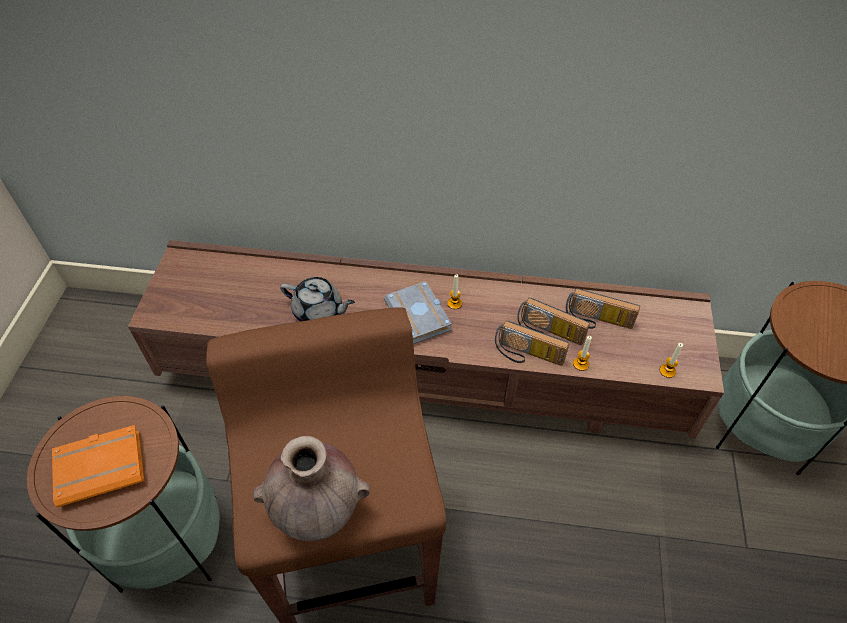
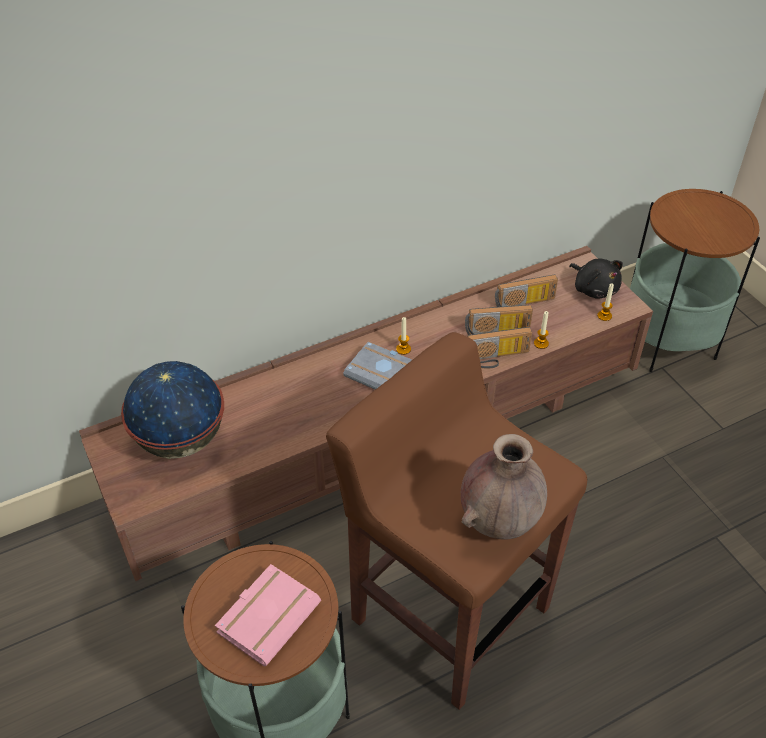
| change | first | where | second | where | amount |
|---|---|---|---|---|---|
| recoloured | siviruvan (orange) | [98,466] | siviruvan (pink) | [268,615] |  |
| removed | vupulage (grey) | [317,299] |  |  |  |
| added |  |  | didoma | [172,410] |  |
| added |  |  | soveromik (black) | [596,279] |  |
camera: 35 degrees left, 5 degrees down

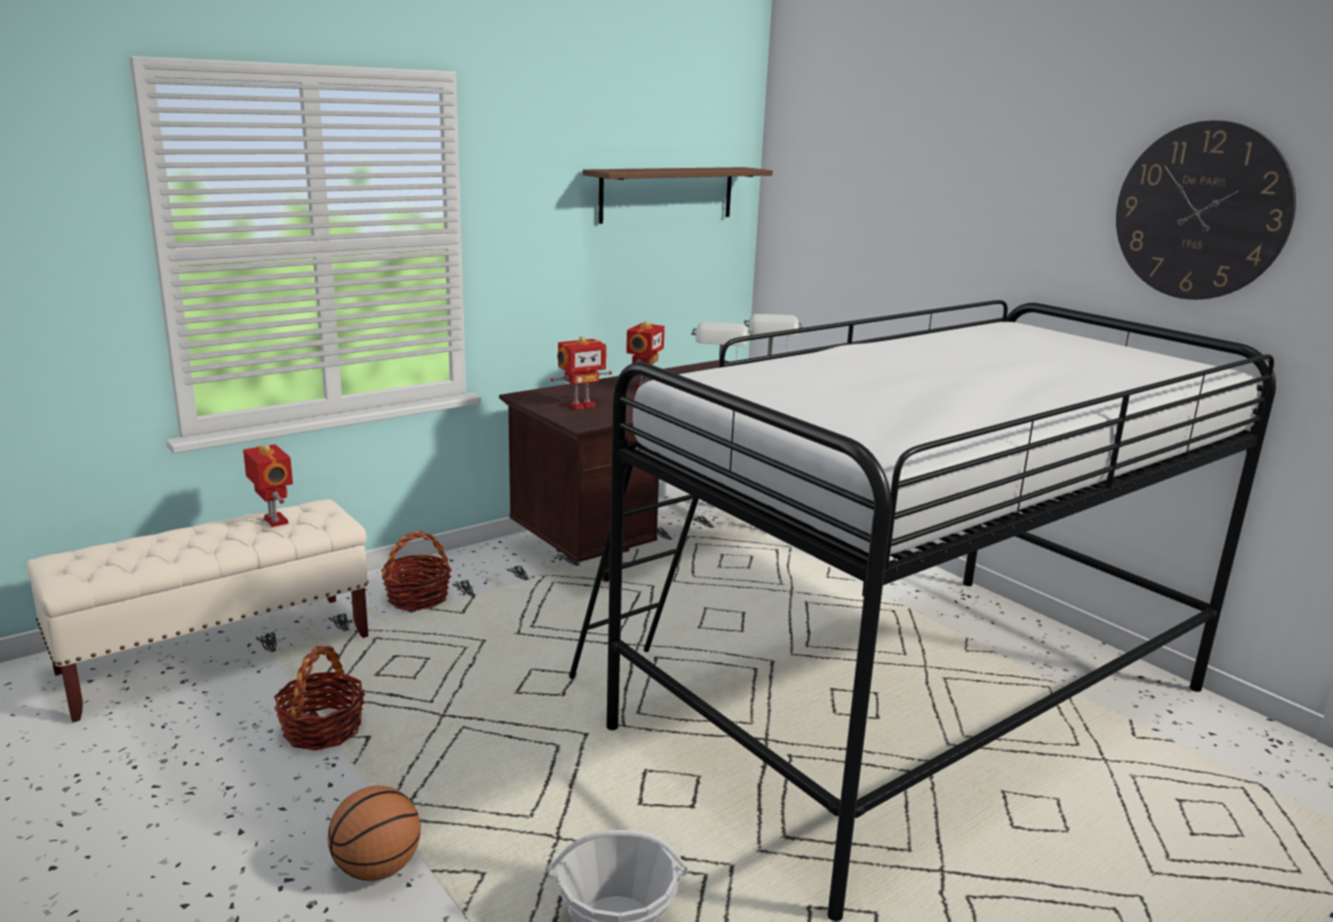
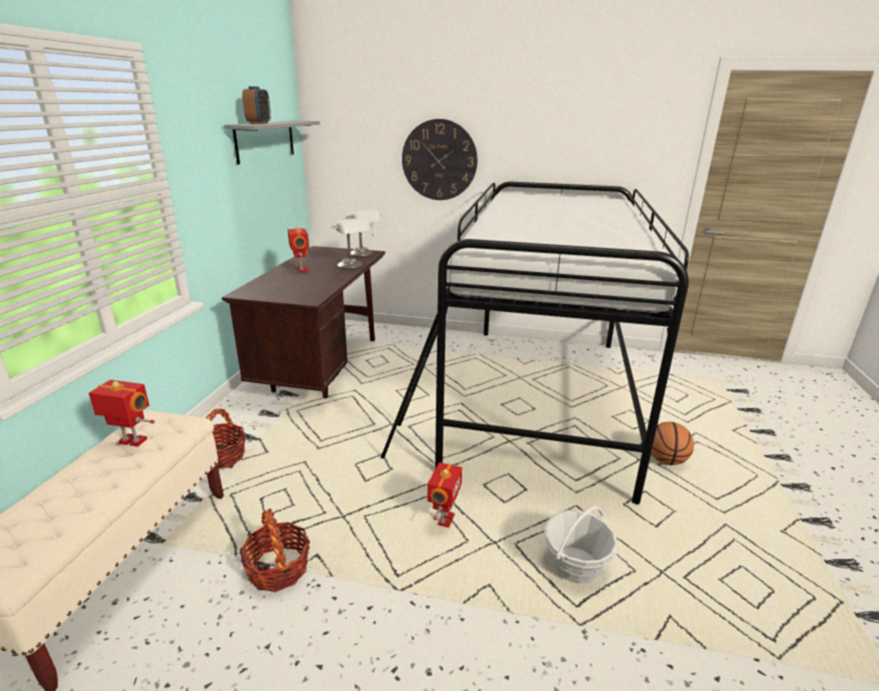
| change | first | where | second | where | amount |
|---|---|---|---|---|---|
| moved | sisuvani | [374,833] |  | [672,443] |  |
| moved | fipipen | [581,372] |  | [444,495] |  |
| recoloured | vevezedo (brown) | [678,195] | vevezedo (grey) | [272,142] |  |
| moved | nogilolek | [1206,210] |  | [440,159] |  |
| added |  |  | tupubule | [256,105] |  |
camera: 40 degrees left, 5 degrees up

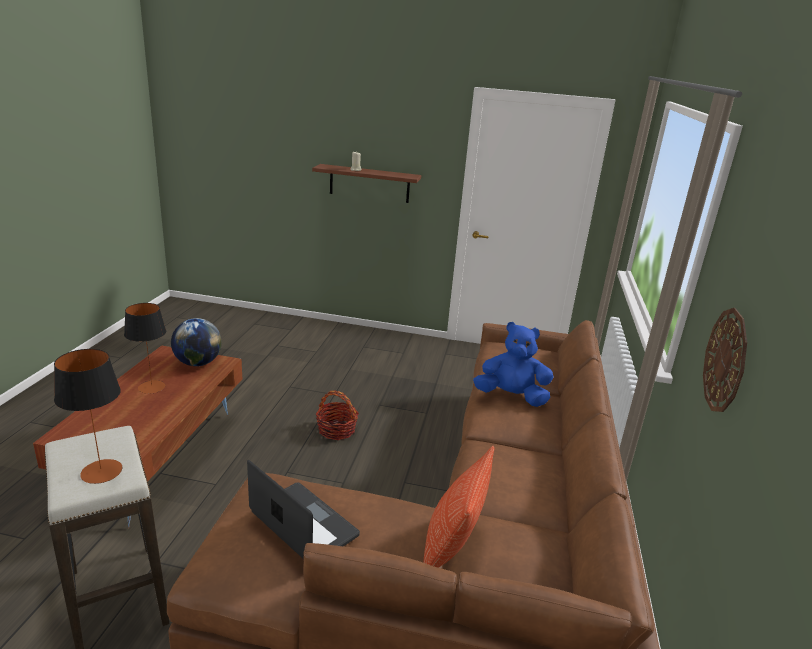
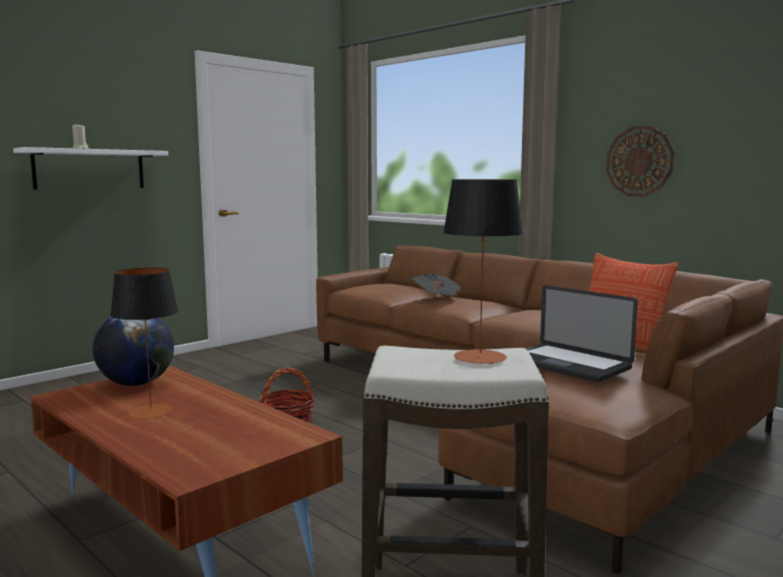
| change | first | where | second | where | amount |
|---|---|---|---|---|---|
| turned | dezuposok | [303,509] |  | [581,333] | 120 degrees counterclockwise |
| recoloured | vevezedo (brown) | [366,183] | vevezedo (white) | [90,168] |  |
| replaced | soveromik (blue) | [513,364] | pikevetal | [436,285] |  |
camera: 55 degrees left, 15 degrees down

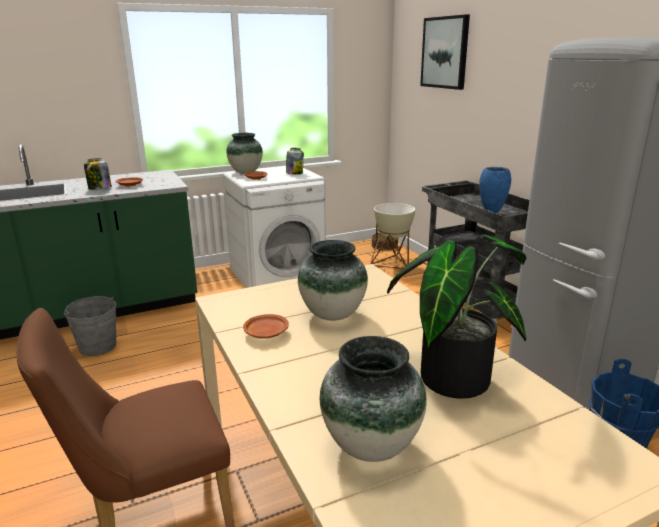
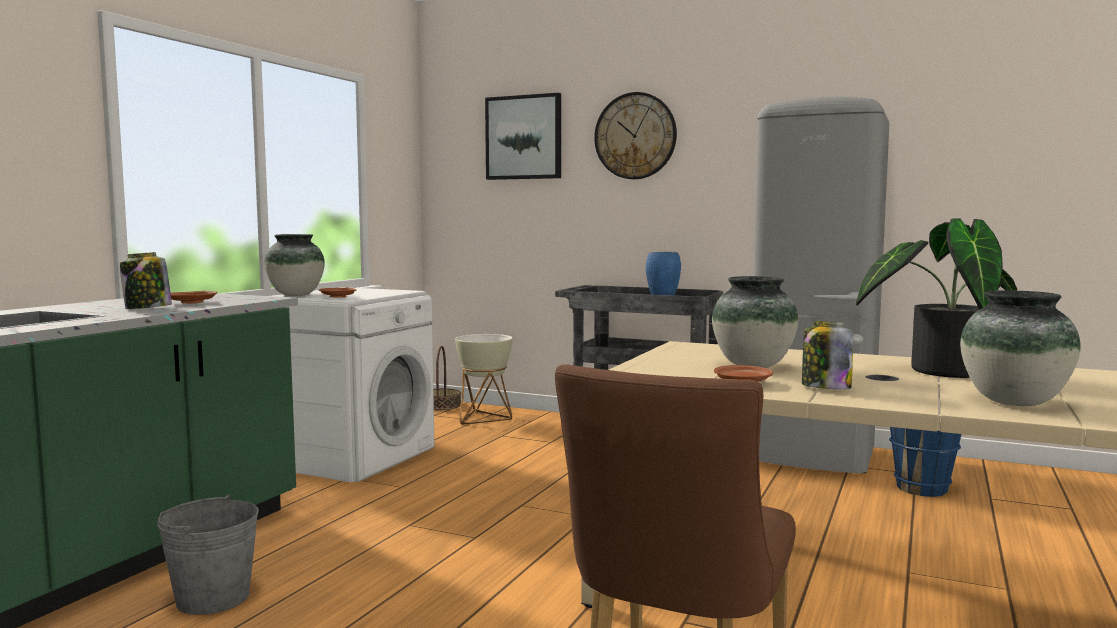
| change | first | where | second | where | amount |
|---|---|---|---|---|---|
| moved | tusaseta | [295,161] |  | [827,355] |  |
| added |  |  | nogilolek | [635,135] |  |
camera: 40 degrees left, 15 degrees down

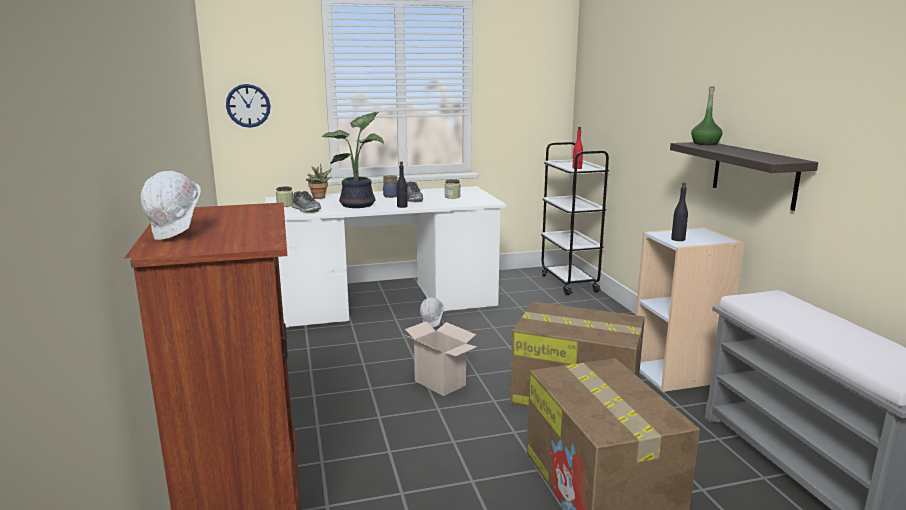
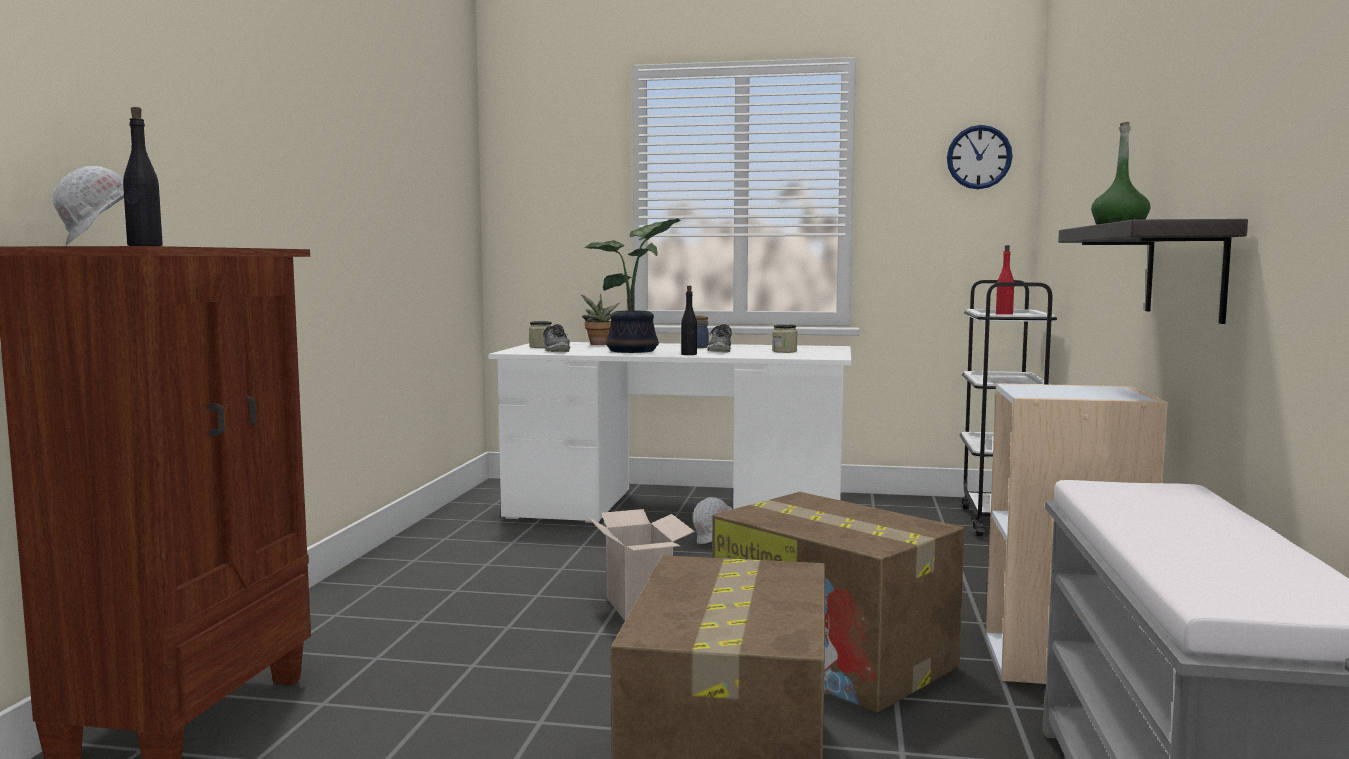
| change | first | where | second | where | amount |
|---|---|---|---|---|---|
| moved | nogilolek | [248,106] |  | [980,157] |  |
| moved | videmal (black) | [679,211] |  | [143,176] |  |
camera: 25 degrees right, 10 degrees down

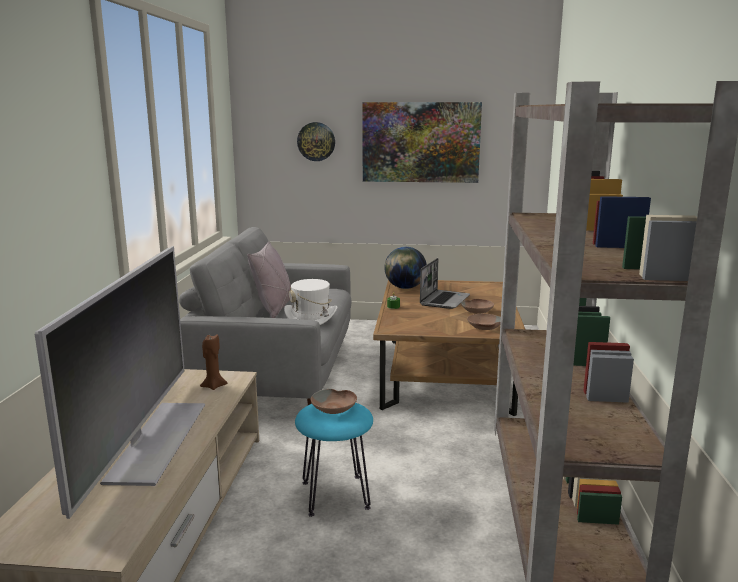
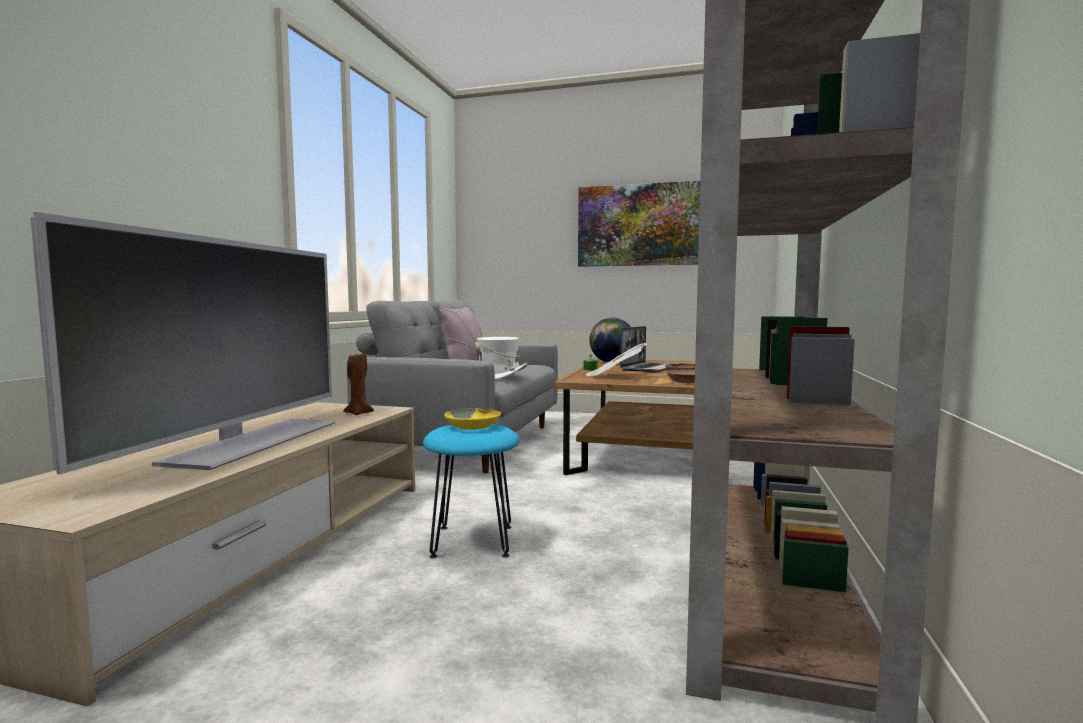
| change | first | where | second | where | amount |
|---|---|---|---|---|---|
| removed | nogilolek | [316,141] |  |  |  |
| recoloured | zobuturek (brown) | [334,401] | zobuturek (yellow) | [473,419] |  |
| added |  |  | pikevetal | [616,359] |  |
camera: 10 degrees right, 10 degrees down

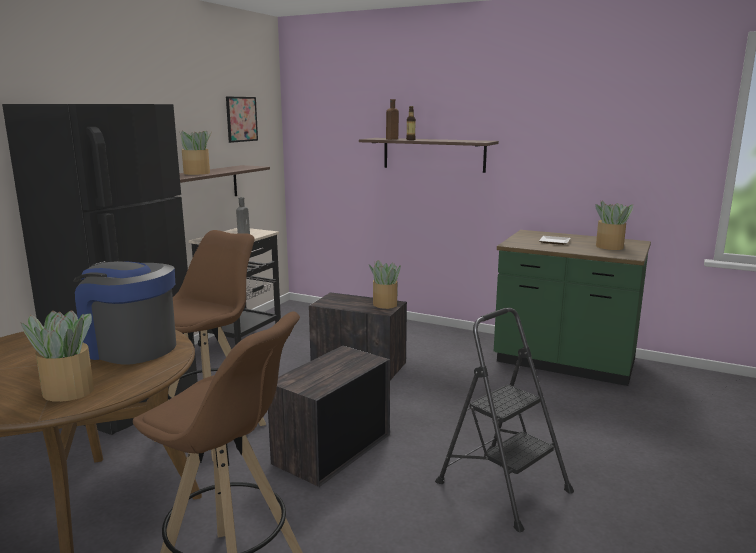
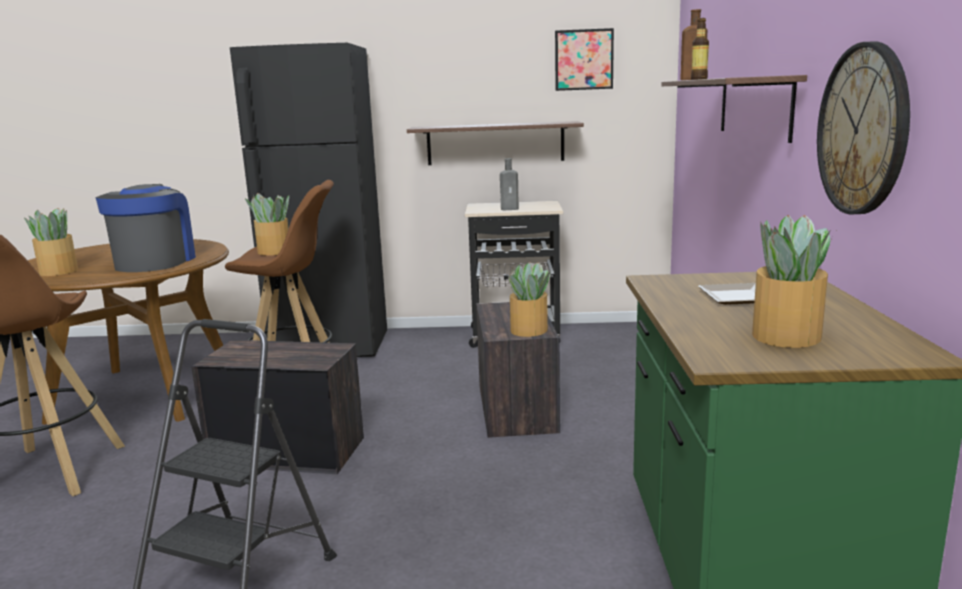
| change | first | where | second | where | amount |
|---|---|---|---|---|---|
| moved | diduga | [195,153] |  | [267,224] |  |
| added |  |  | nogilolek | [863,128] |  |
camera: 65 degrees right, 0 degrees up

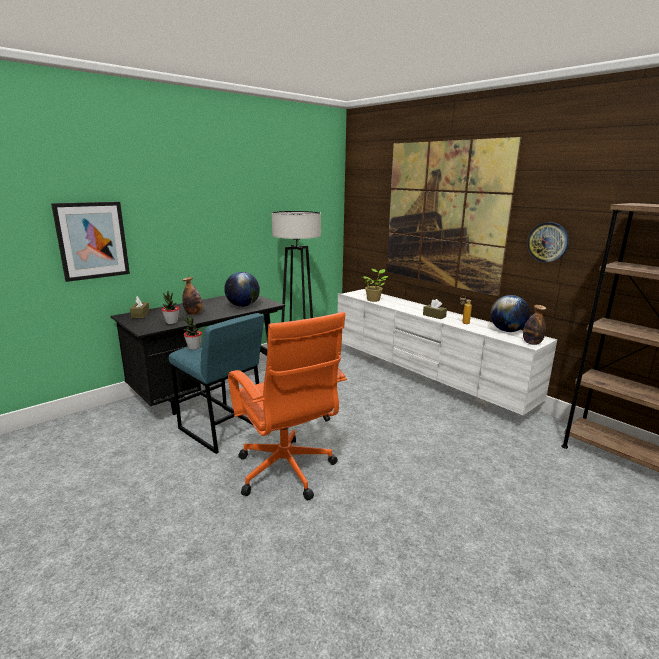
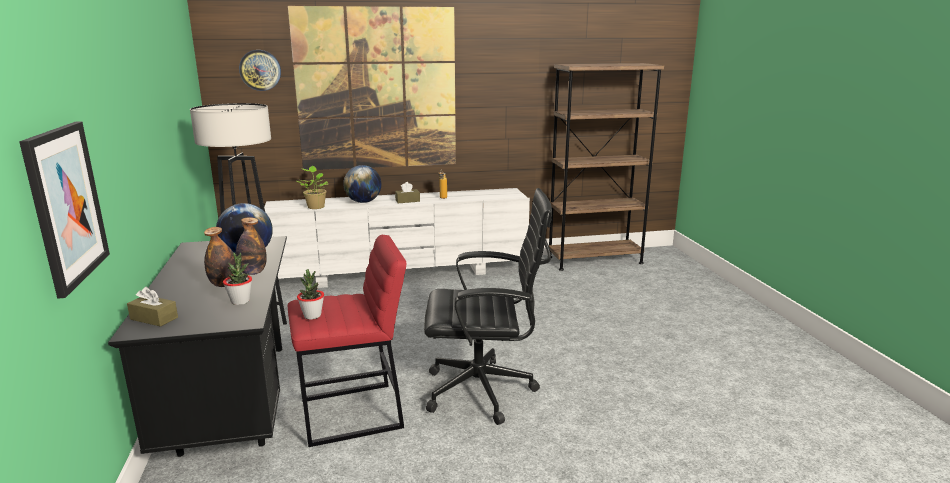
| change | first | where | second | where | amount |
|---|---|---|---|---|---|
| recoloured | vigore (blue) | [216,383] | vigore (red) | [347,341] |  |
| recoloured | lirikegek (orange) | [287,406] | lirikegek (black) | [488,306] |  |
| moved | didoma | [510,313] |  | [362,184] |  |
| moved | videmal | [534,325] |  | [251,246] |  |
| moved | nogilolek | [548,242] |  | [260,70] |  |
camera: 60 degrees left, 0 degrees up

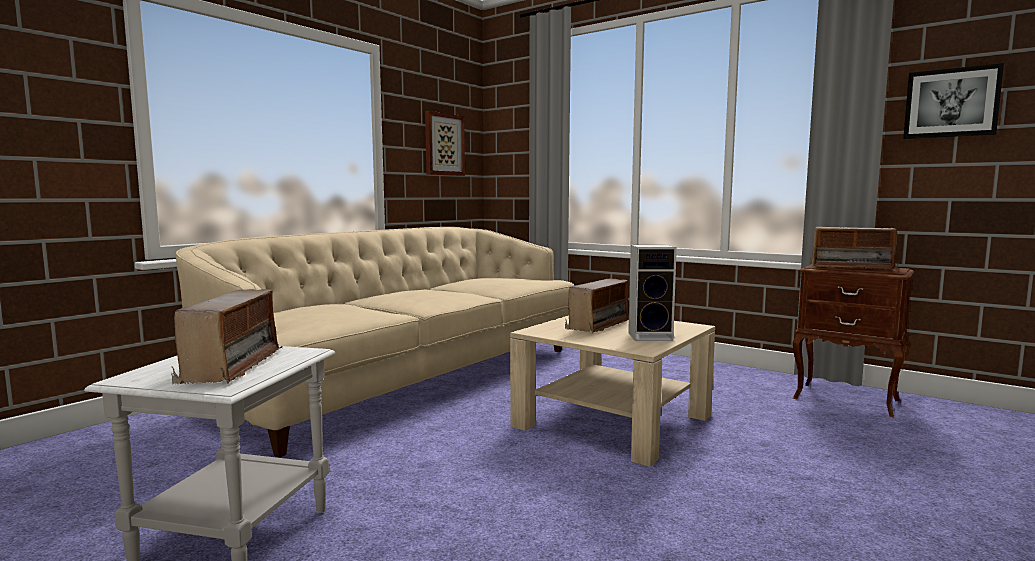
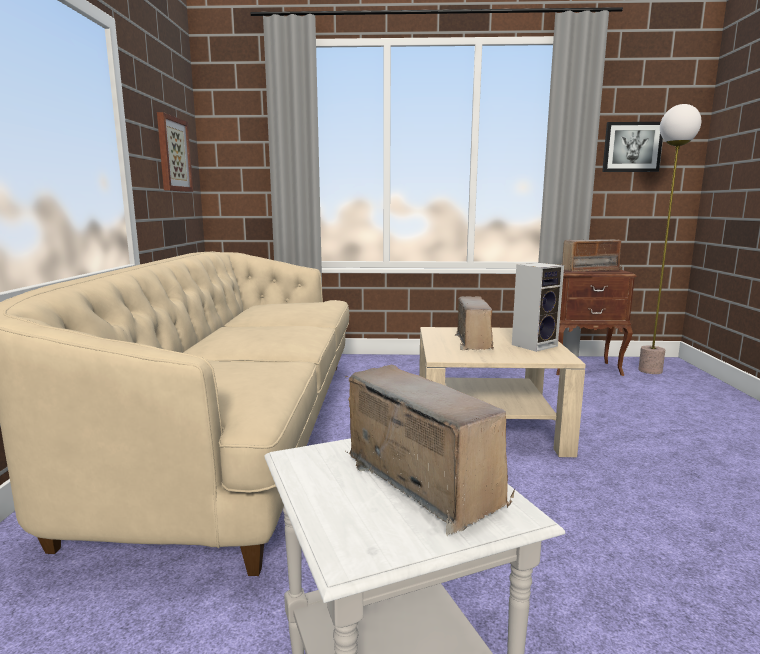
| change | first | where | second | where | amount |
|---|---|---|---|---|---|
| added |  |  | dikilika | [669,239] |  |
camera: 35 degrees left, 5 degrees up

